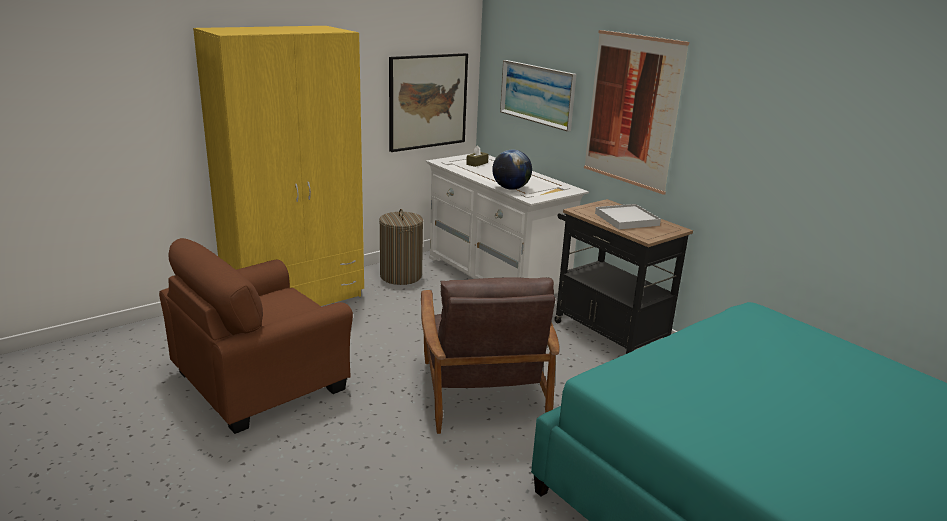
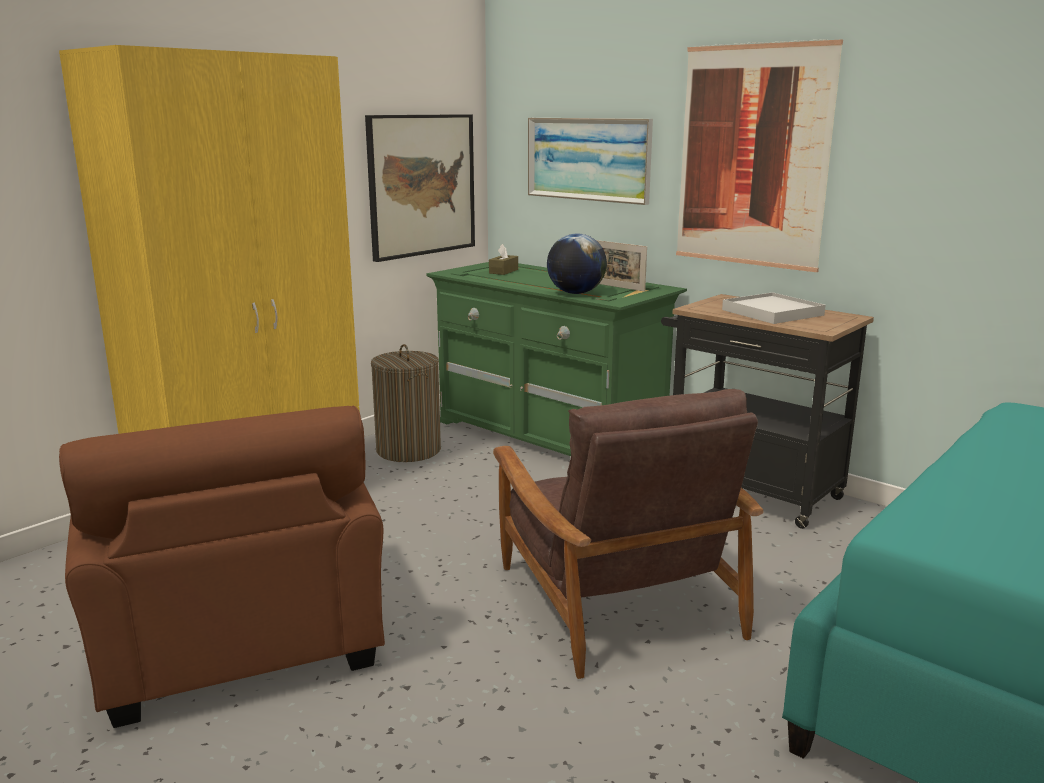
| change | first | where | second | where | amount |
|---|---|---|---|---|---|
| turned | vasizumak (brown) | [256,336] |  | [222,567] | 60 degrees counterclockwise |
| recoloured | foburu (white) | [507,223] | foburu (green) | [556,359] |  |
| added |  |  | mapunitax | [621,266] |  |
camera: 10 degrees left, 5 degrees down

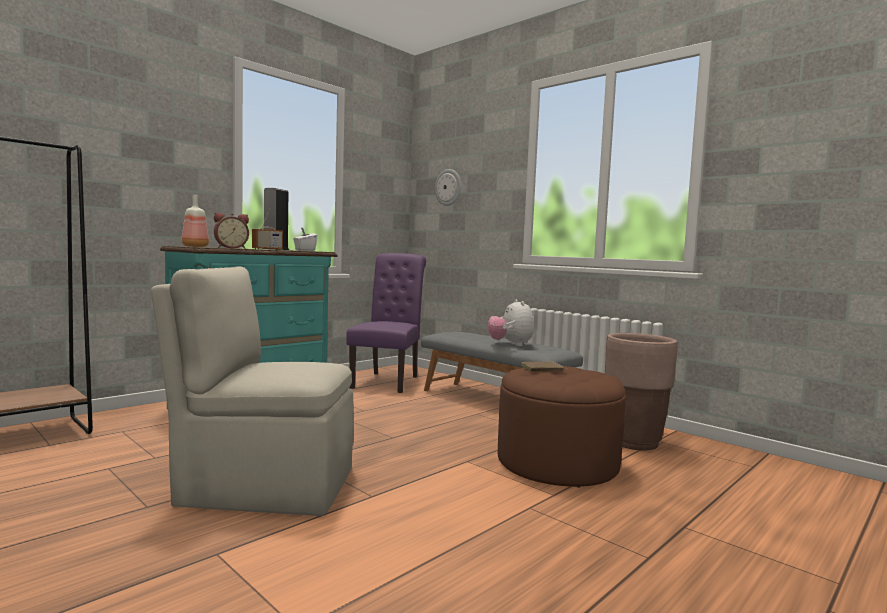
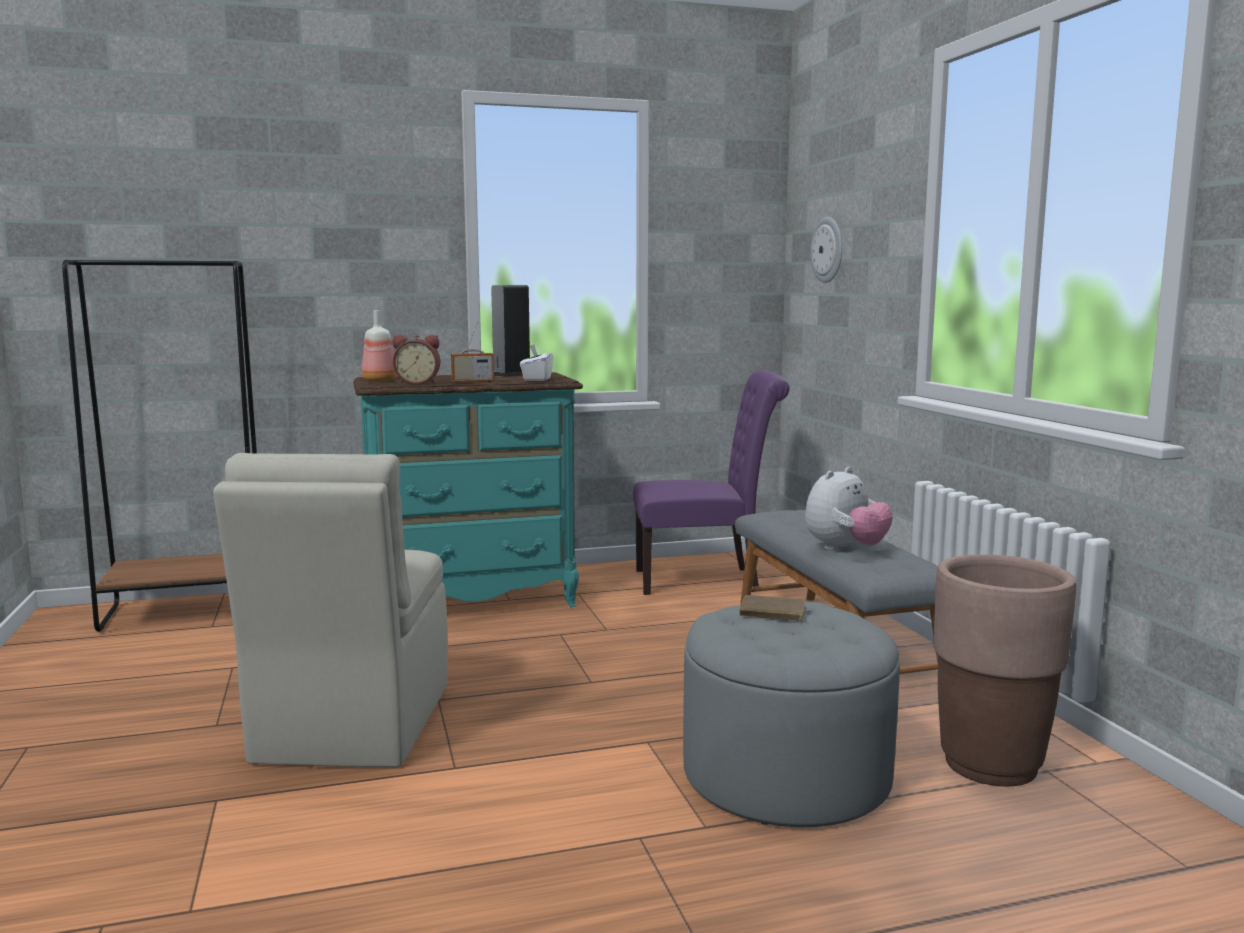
| change | first | where | second | where | amount |
|---|---|---|---|---|---|
| turned | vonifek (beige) | [252,391] |  | [330,610] | 120 degrees counterclockwise |
| turned | vonifek (purple) | [386,323] |  | [711,482] | 45 degrees clockwise |
| turned | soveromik | [511,322] |  | [849,508] | 150 degrees counterclockwise |
| recoloured | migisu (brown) | [562,427] | migisu (grey) | [791,714] |  |
camera: 30 degrees right, 5 degrees up

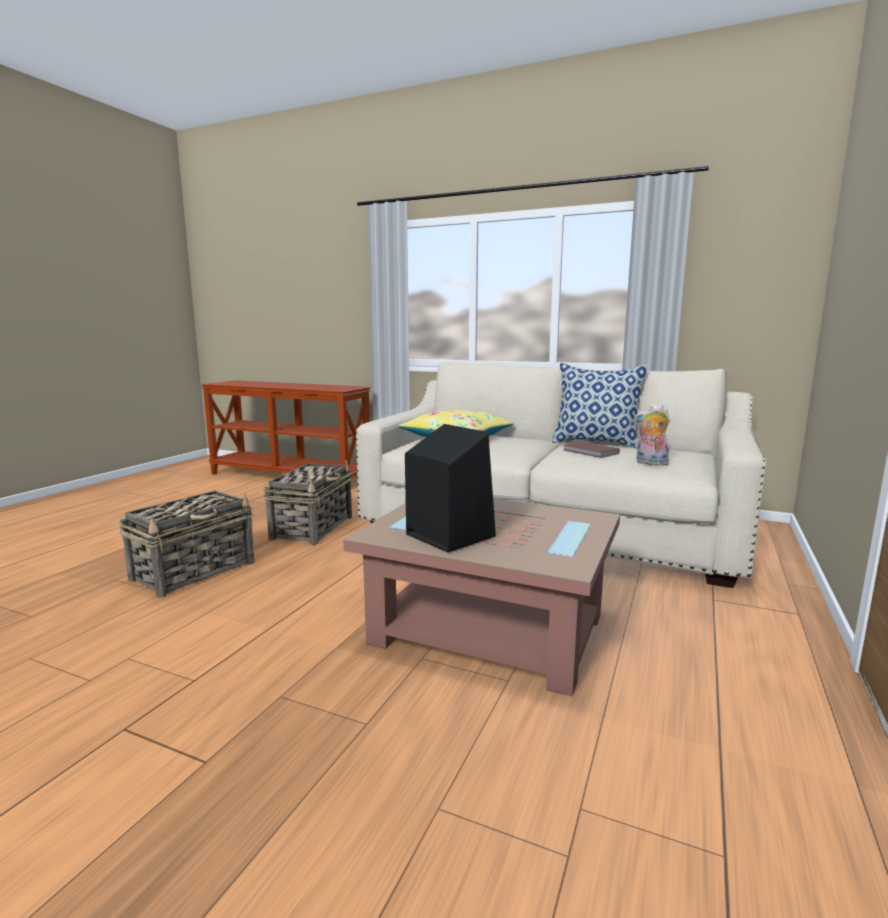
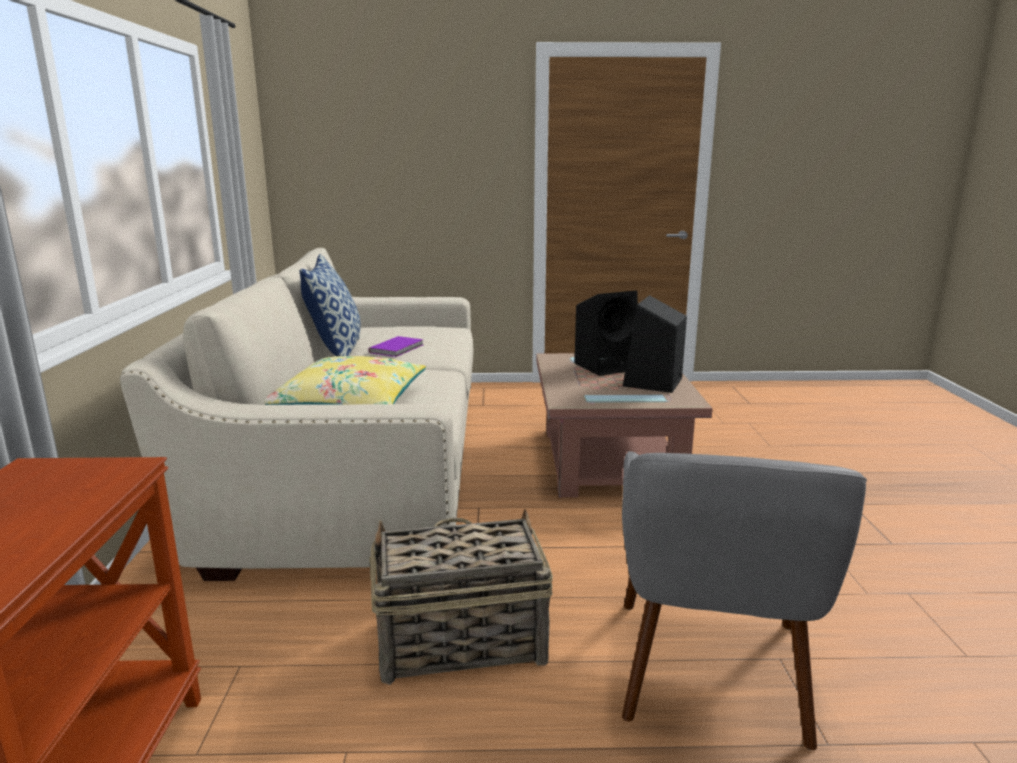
| change | first | where | second | where | amount |
|---|---|---|---|---|---|
| replaced | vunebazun | [186,544] | vasizumak (grey) | [744,600] |  |
| recoloured | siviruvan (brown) | [592,450] | siviruvan (purple) | [396,346] |  |
| removed | soveromik | [652,435] |  |  |  |
| added |  |  | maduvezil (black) | [606,333] |  |
camera: 115 degrees left, 5 degrees up

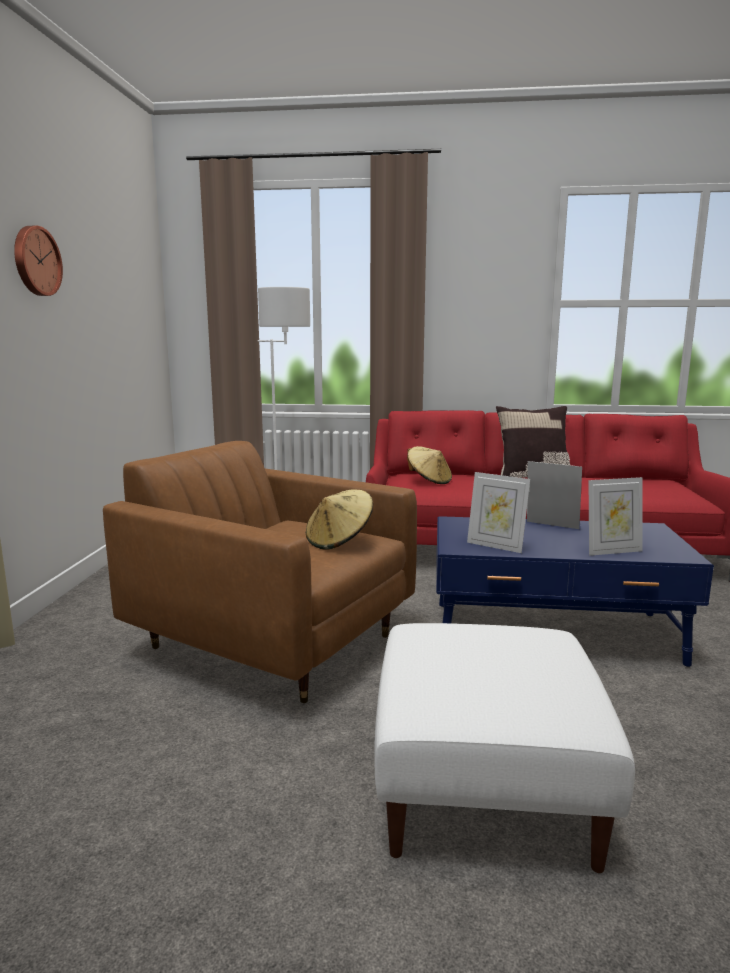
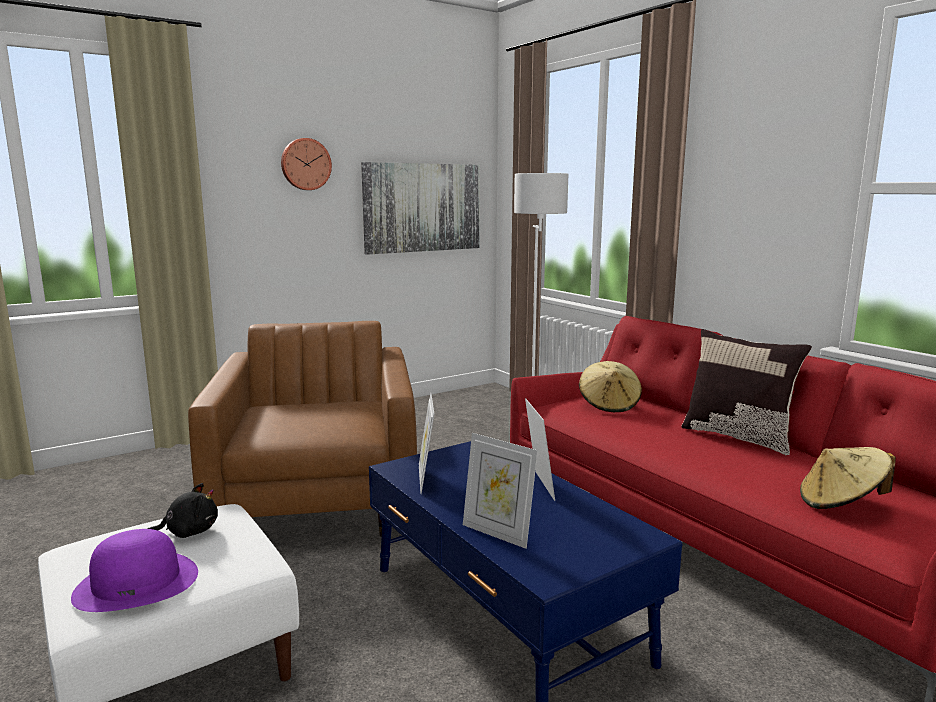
| change | first | where | second | where | amount |
|---|---|---|---|---|---|
| moved | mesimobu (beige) | [339,519] |  | [848,478] |  |
| added |  |  | mesimobu (purple) | [134,570] |  |
| added |  |  | soveromik (black) | [182,510] |  |
| added |  |  | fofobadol | [420,208] |  |
camera: 50 degrees right, 0 degrees up

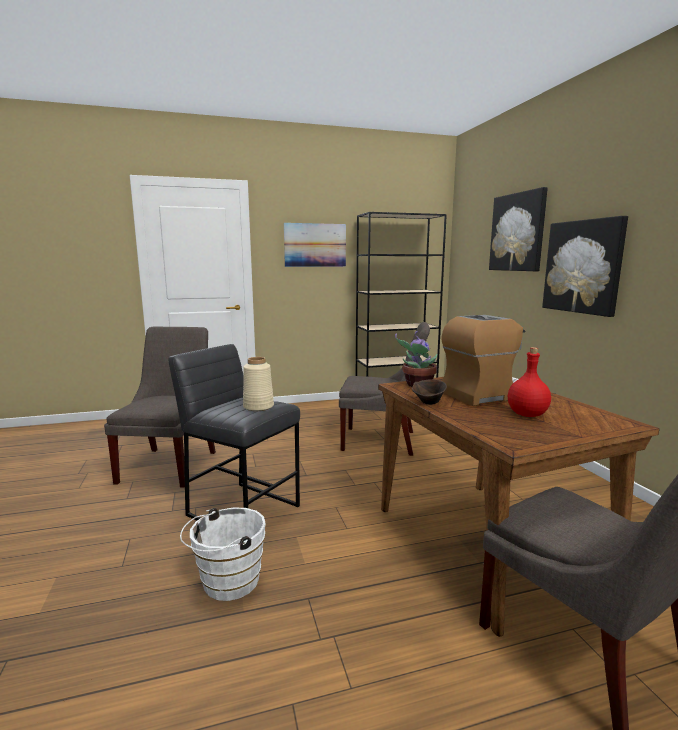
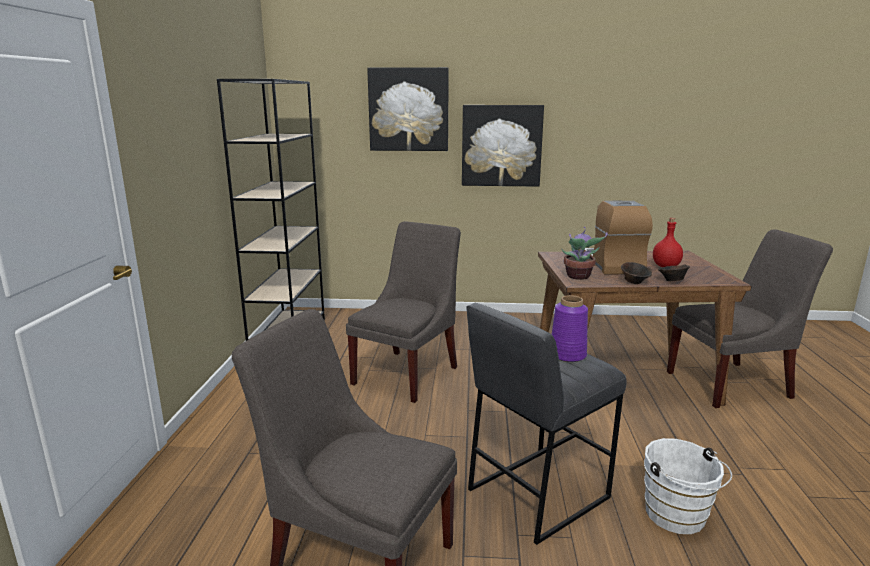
| change | first | where | second | where | amount |
|---|---|---|---|---|---|
| recoloured | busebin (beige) | [258,384] | busebin (purple) | [569,328] |  |
| removed | fofobadol | [315,245] |  |  |  |
| added |  |  | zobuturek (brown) | [674,272] |  |
camera: 70 degrees left, 5 degrees up

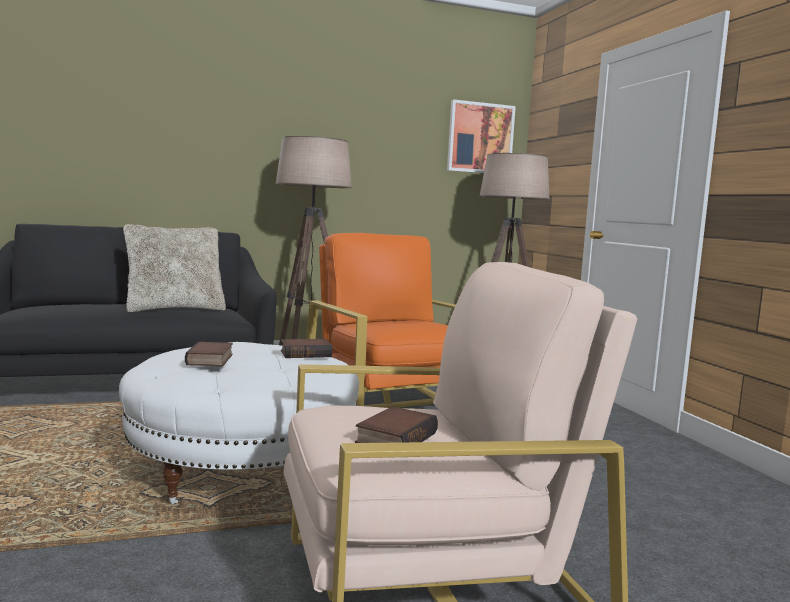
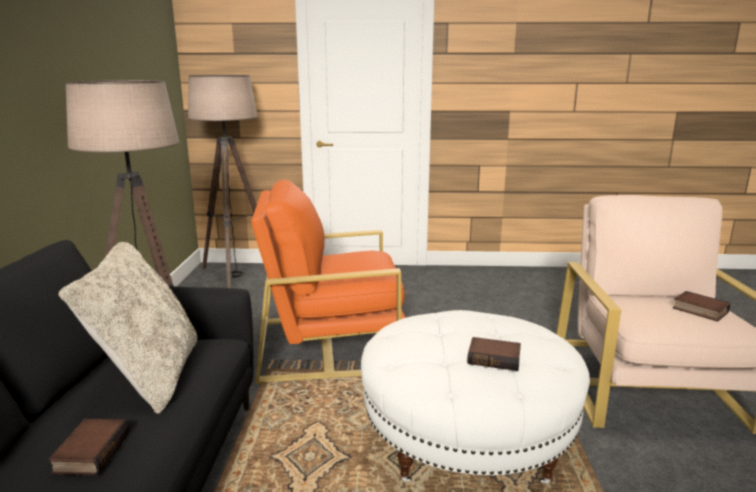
| change | first | where | second | where | amount |
|---|---|---|---|---|---|
| moved | siviruvan | [306,348] |  | [89,447] |  |
| removed | fofobadol | [481,136] |  |  |  |
camera: 70 degrees left, 10 degrees up

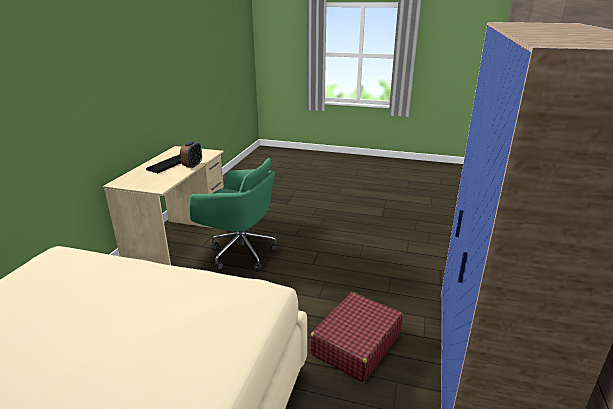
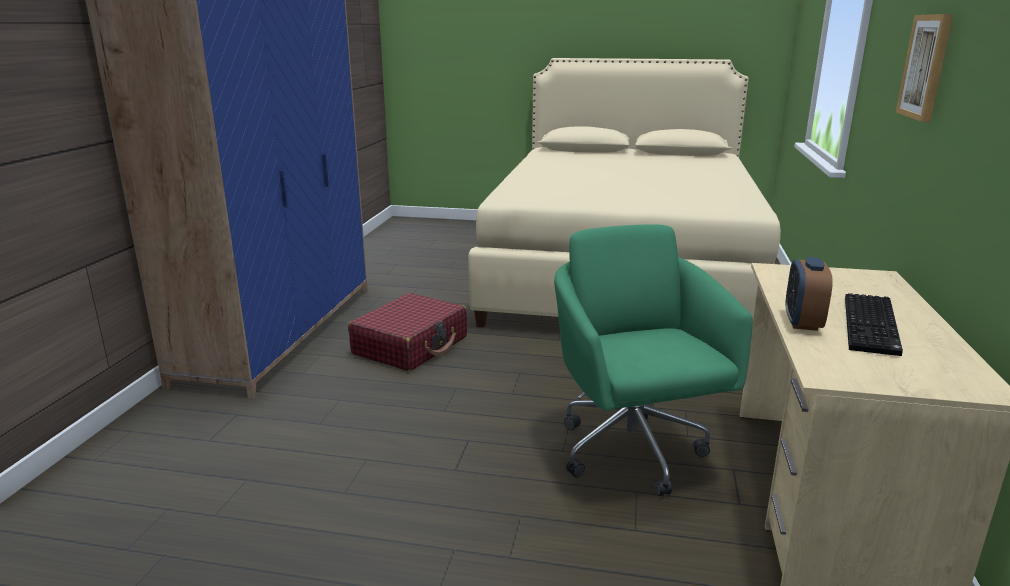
| change | first | where | second | where | amount |
|---|---|---|---|---|---|
| turned | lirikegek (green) | [233,214] |  | [653,360] | 60 degrees clockwise |
| added |  |  | fofobadol | [924,68] |  |
camera: 175 degrees right, 5 degrees down

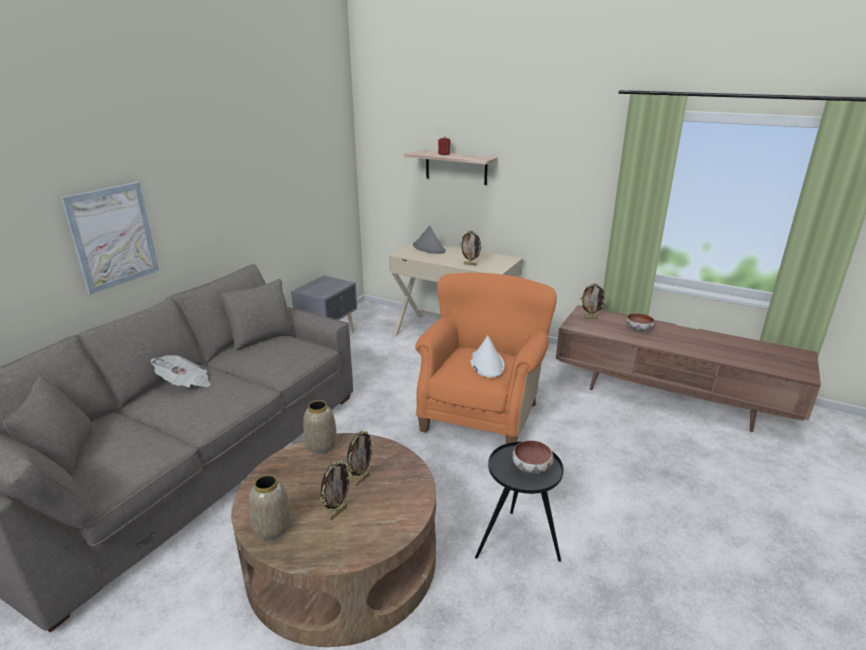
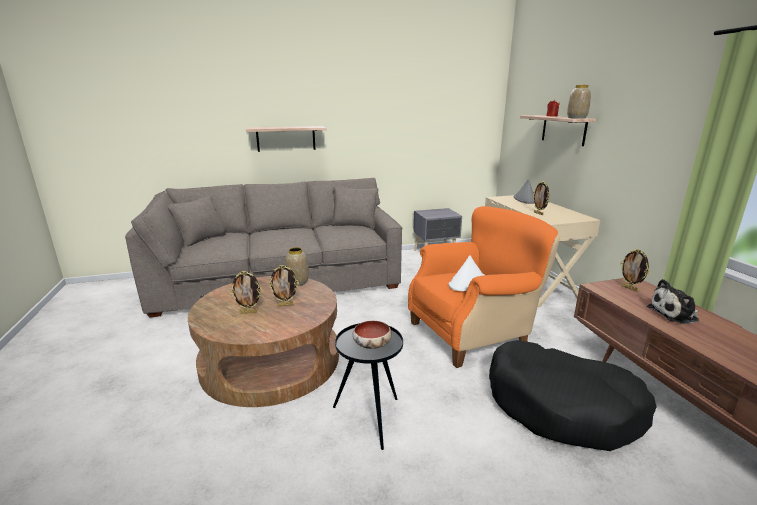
| change | first | where | second | where | amount |
|---|---|---|---|---|---|
| replaced | fofobadol | [110,238] | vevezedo | [286,139] |  |
| removed | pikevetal | [180,371] |  |  |  |
| moved | busebin | [270,506] |  | [579,102] |  |
| replaced | zobuturek | [640,322] | soveromik | [673,301] |  |
| added |  |  | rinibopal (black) | [572,395] |  |
camera: 45 degrees right, 5 degrees down

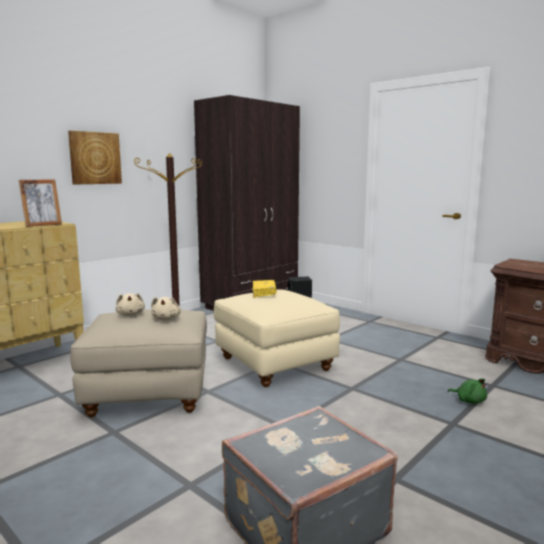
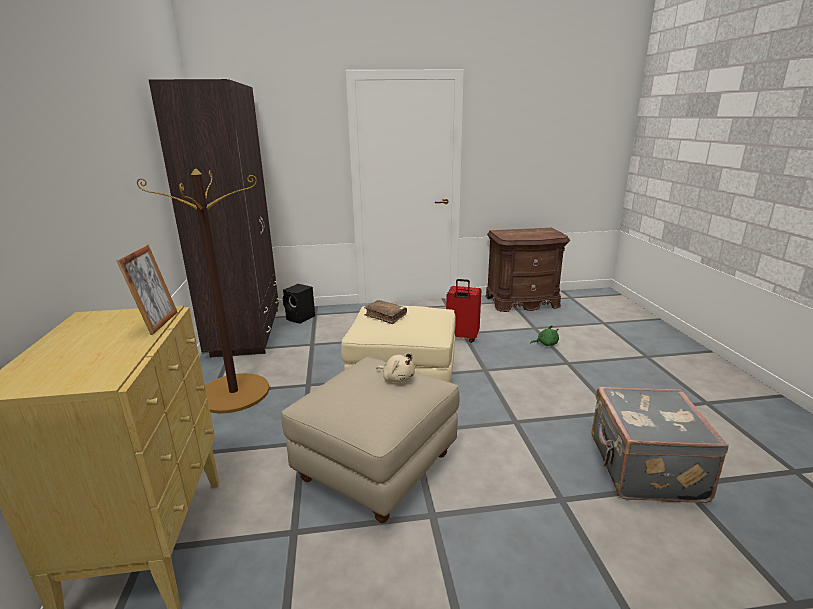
| change | first | where | second | where | amount |
|---|---|---|---|---|---|
| removed | fofobadol | [95,158] |  |  |  |
| removed | soveromik (beige) | [130,304] |  |  |  |
| recoloured | siviruvan (yellow) | [264,289] | siviruvan (brown) | [385,312] |  |
| added |  |  | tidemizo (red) | [463,311] |  |
camera: 50 degrees left, 10 degrees up

